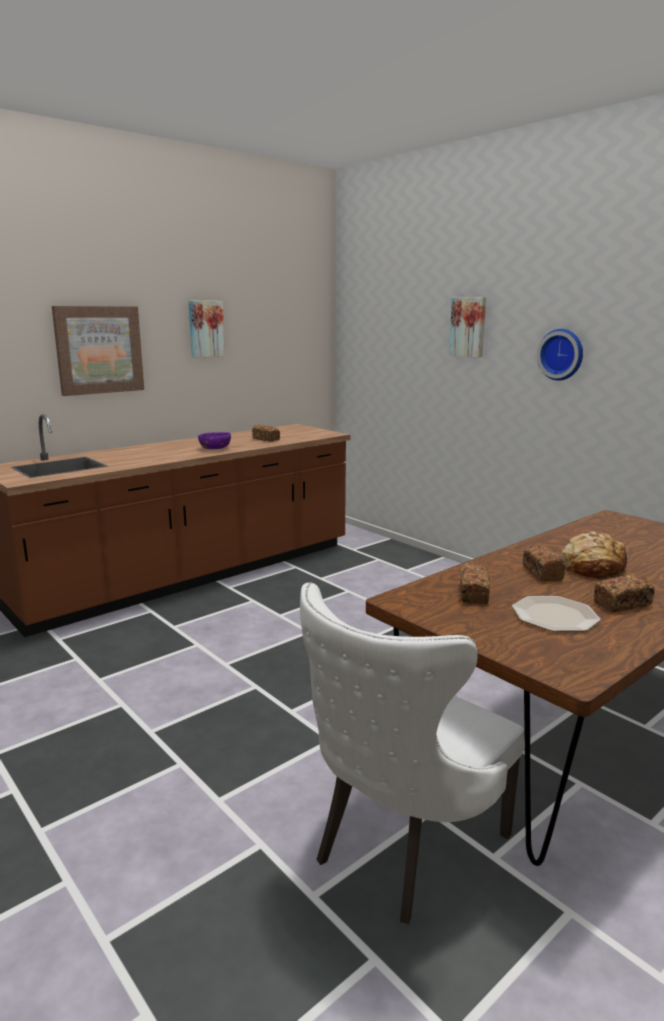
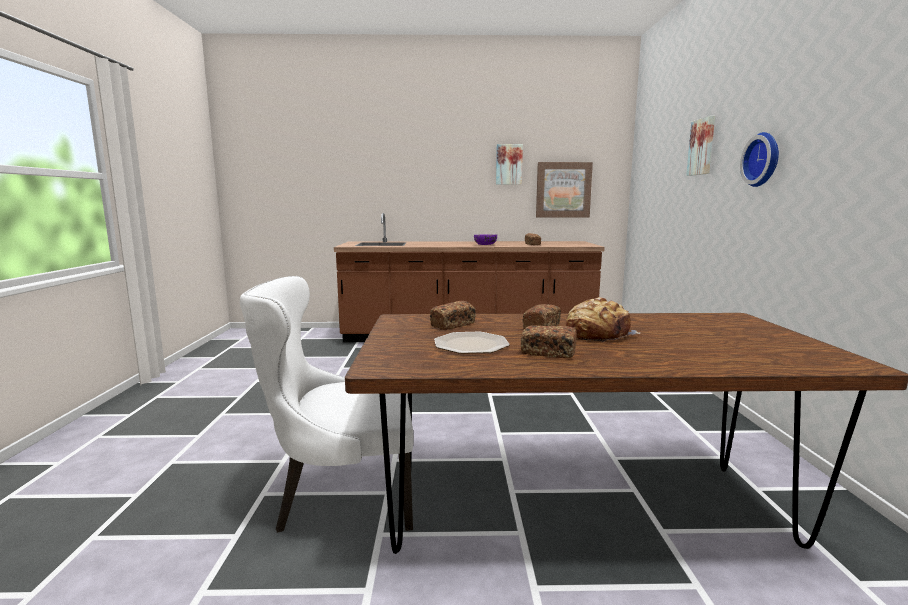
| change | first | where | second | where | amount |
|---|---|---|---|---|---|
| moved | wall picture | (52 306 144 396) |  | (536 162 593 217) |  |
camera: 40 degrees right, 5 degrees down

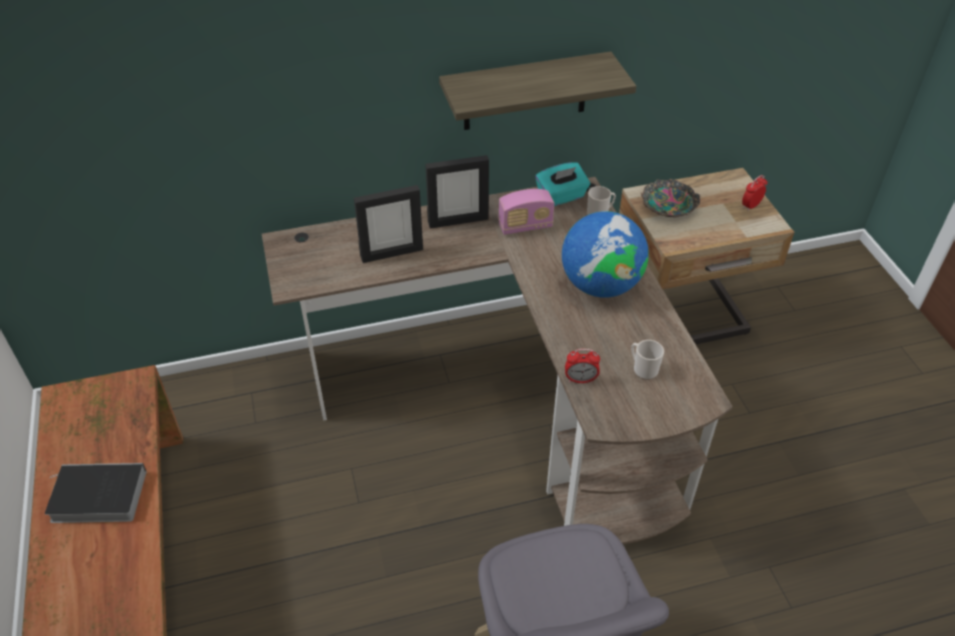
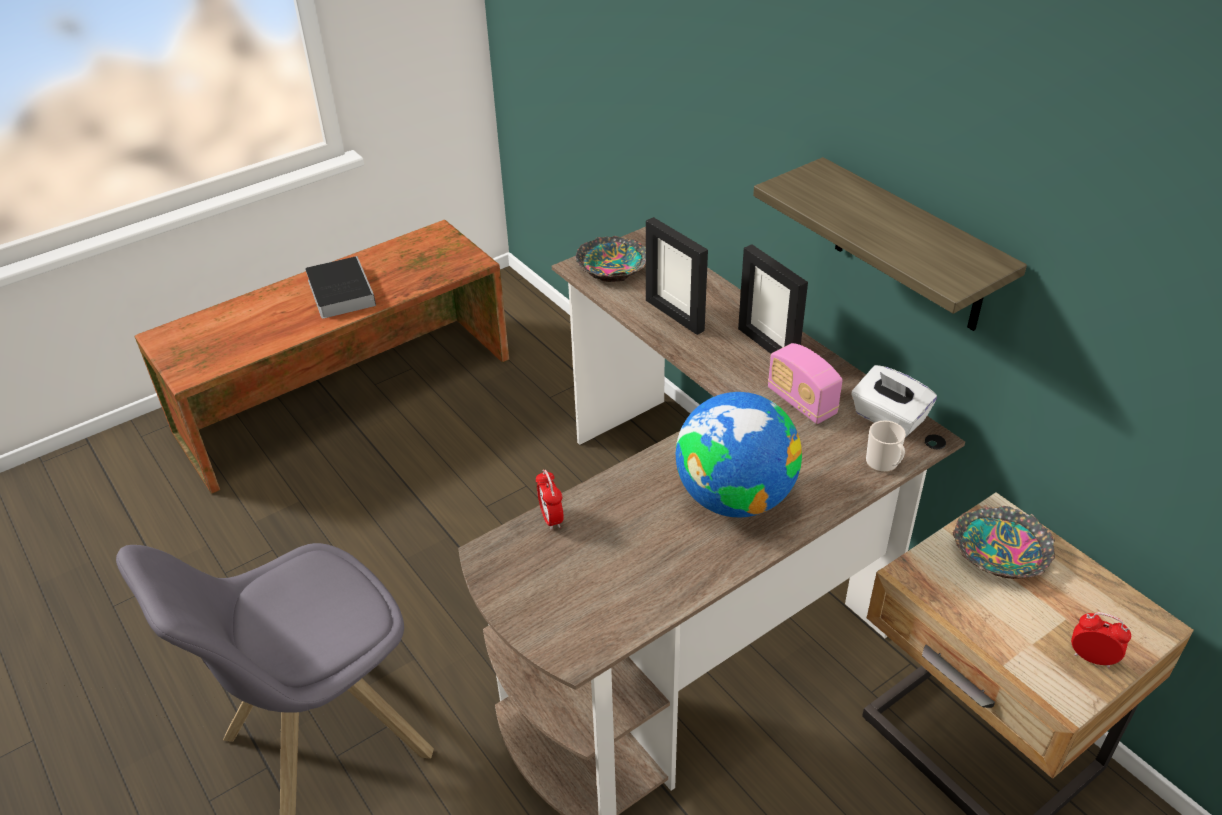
| change | first | where | second | where | amount |
|---|---|---|---|---|---|
| recoloured | tissue holder (turquoise) | (535 162 590 206) | tissue holder (white-coloured) | (851 365 937 437) |  |
| removed | coffee mug | (631 340 664 380) |  |  |  |
| added |  |  | bowl | (574 236 646 282) |  |
camera: 70 degrees right, 5 degrees down

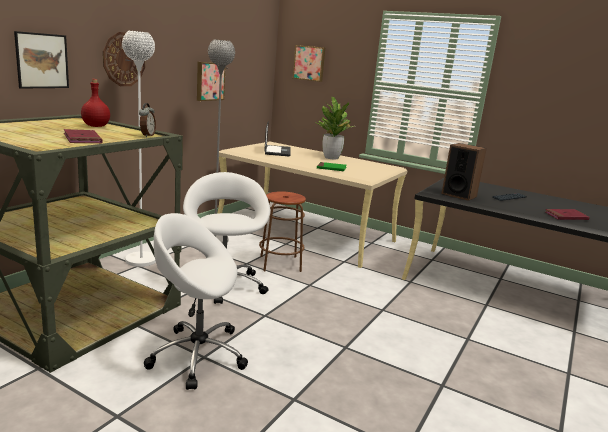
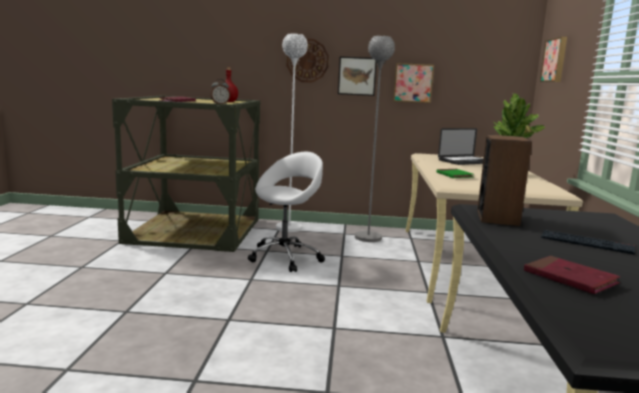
| change | first | where | second | where | amount |
|---|---|---|---|---|---|
| moved | wall picture | (14 31 69 89) |  | (338 56 377 96) |  |
| removed | sitting stool (brown) | (259 191 306 272) |  |  |  |
| removed | office chair (white-coloured) | (144 213 248 390) |  |  |  |
camera: 65 degrees right, 5 degrees down

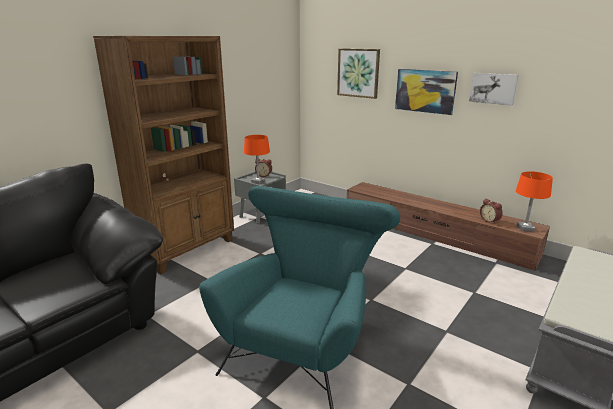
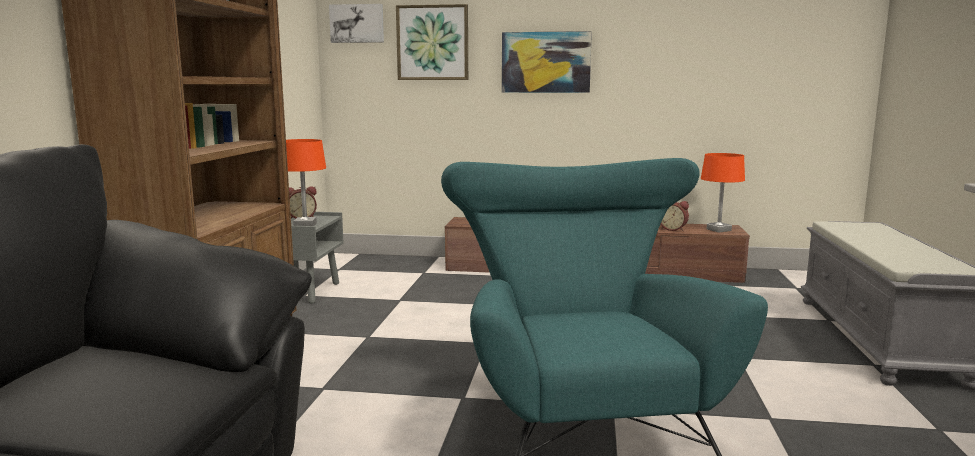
| change | first | where | second | where | amount |
|---|---|---|---|---|---|
| moved | wall picture | (469 73 519 105) |  | (329 4 384 43) |  |
camera: 30 degrees left, 10 degrees down

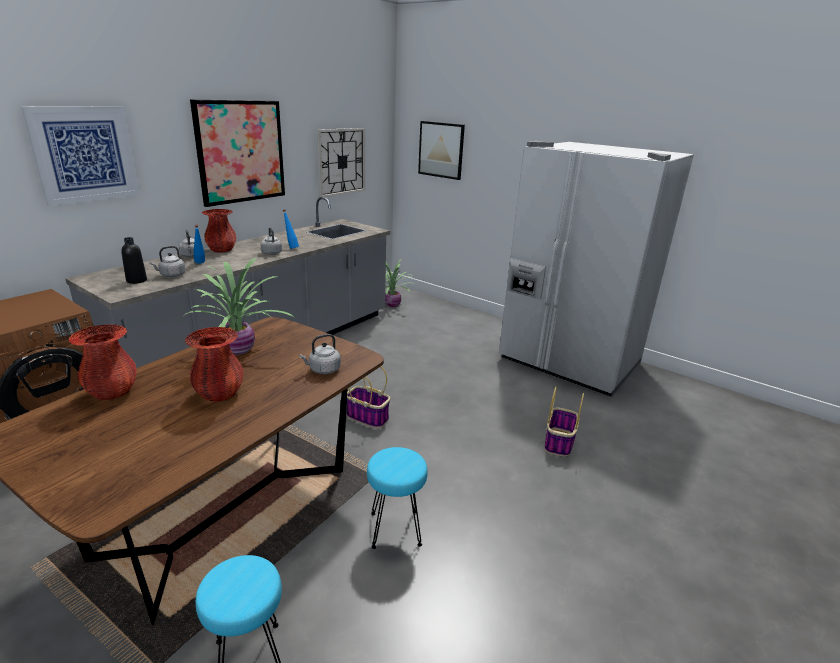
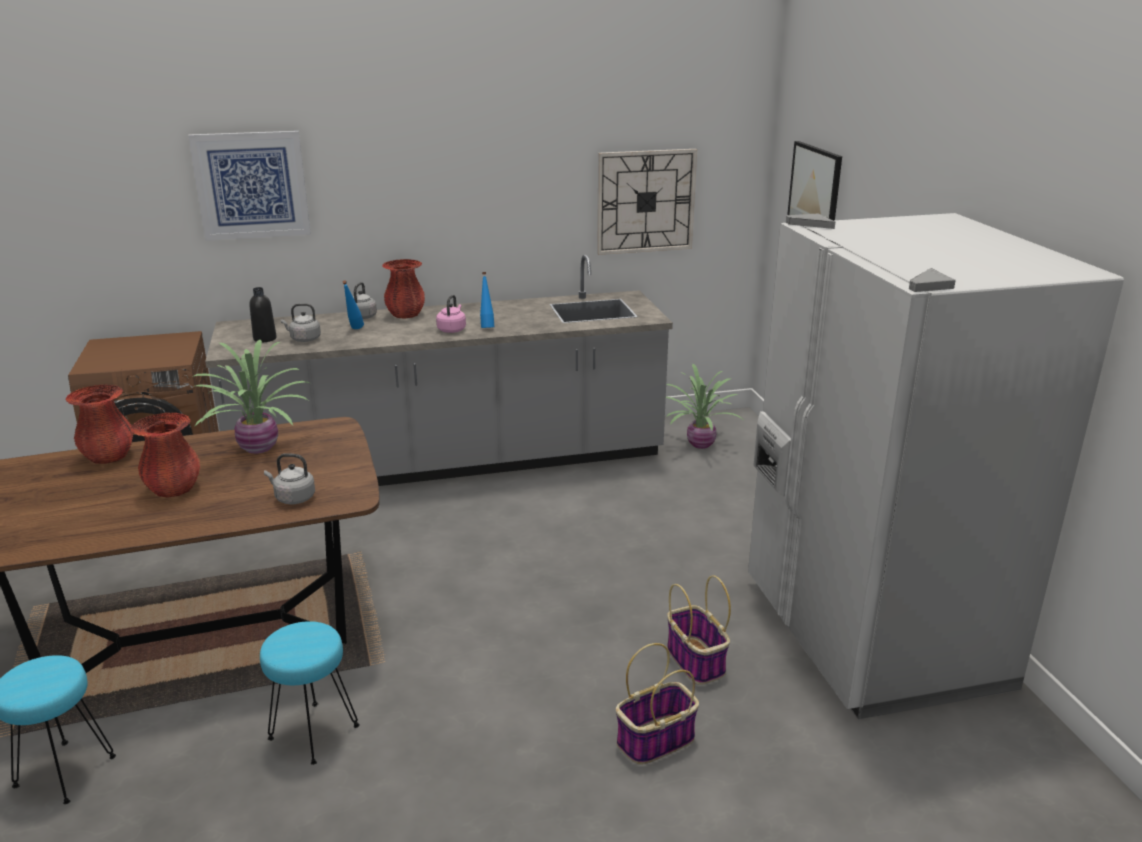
| change | first | where | second | where | amount |
|---|---|---|---|---|---|
| removed | wall picture | (190 100 285 207) |  |  |  |
| recoloured | kettle (greyish) | (260 227 282 255) | kettle (pink) | (436 295 466 333) |  |
| moved | storage basket | (347 366 390 428) |  | (667 575 731 685) |  |
camera: 40 degrees right, 0 degrees up

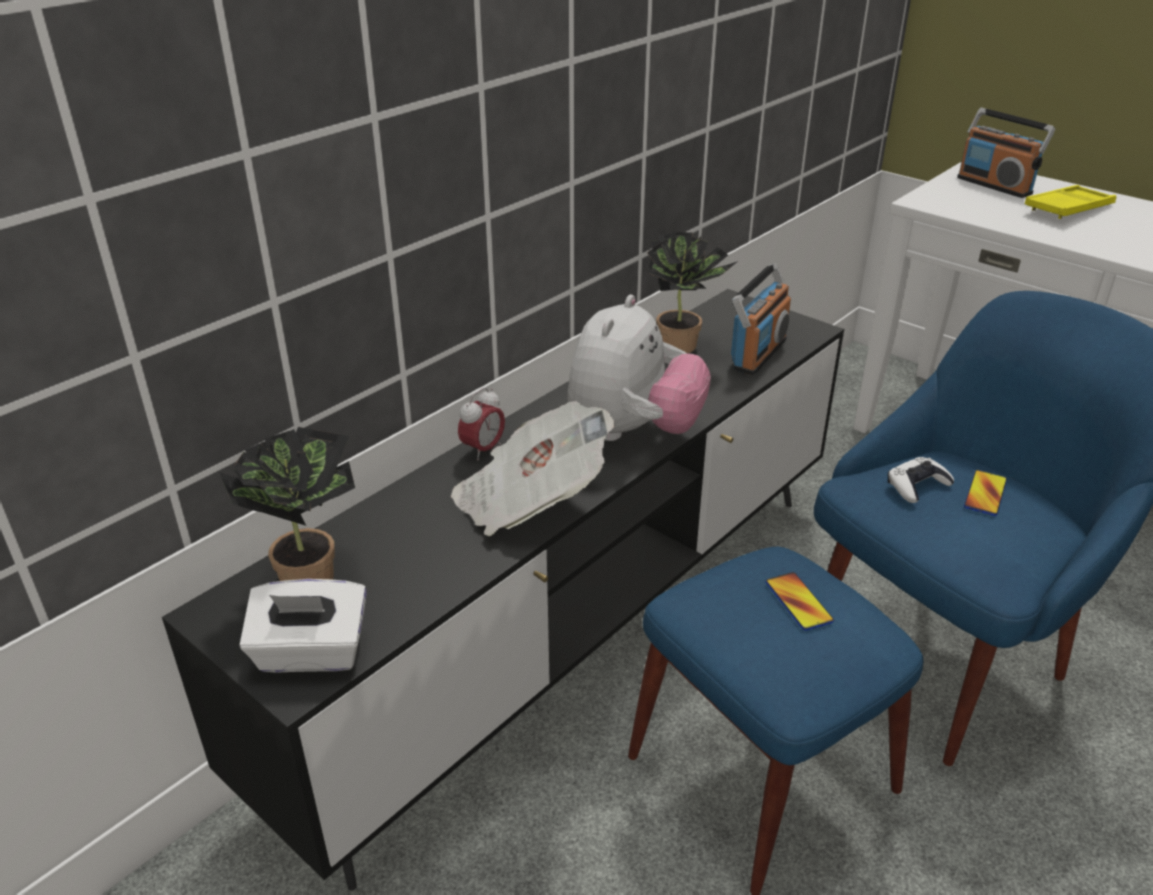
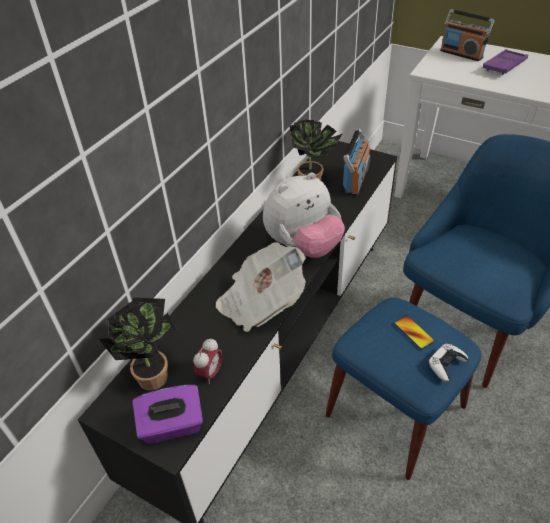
| change | first | where | second | where | amount |
|---|---|---|---|---|---|
| recoloured | tray (yellow-coloured) | (1025 185 1116 219) | tray (purplish) | (483 49 528 75) |  |
| turned | cuddly toy | (568 295 711 441) |  | (263 173 345 258) | 45 degrees clockwise |
| moved | bedside clock | (458 387 505 460) |  | (193 338 222 384) |  |
| moved | game controller (white-coloured) | (888 457 954 503) |  | (428 344 468 382) |  |
| removed | phone | (964 470 1007 516) |  |  |  |
| recoloured | tissue holder (white-coloured) | (240 579 367 673) | tissue holder (purplish) | (132 385 203 444) |  |
camera: 10 degrees left, 10 degrees up

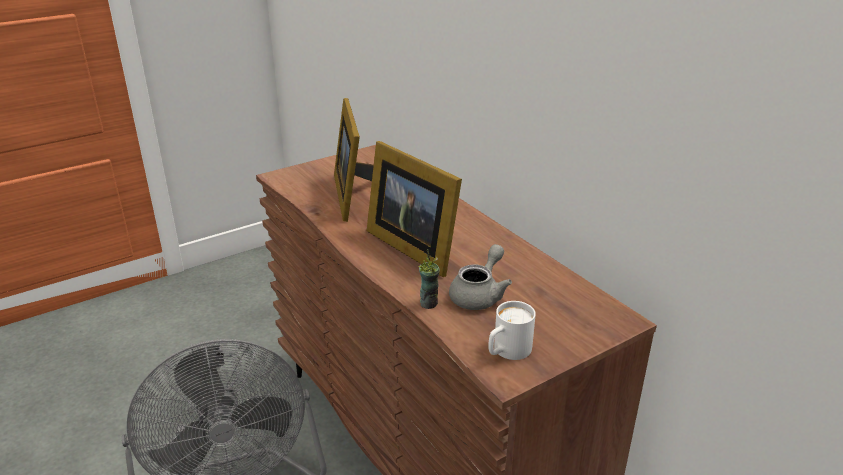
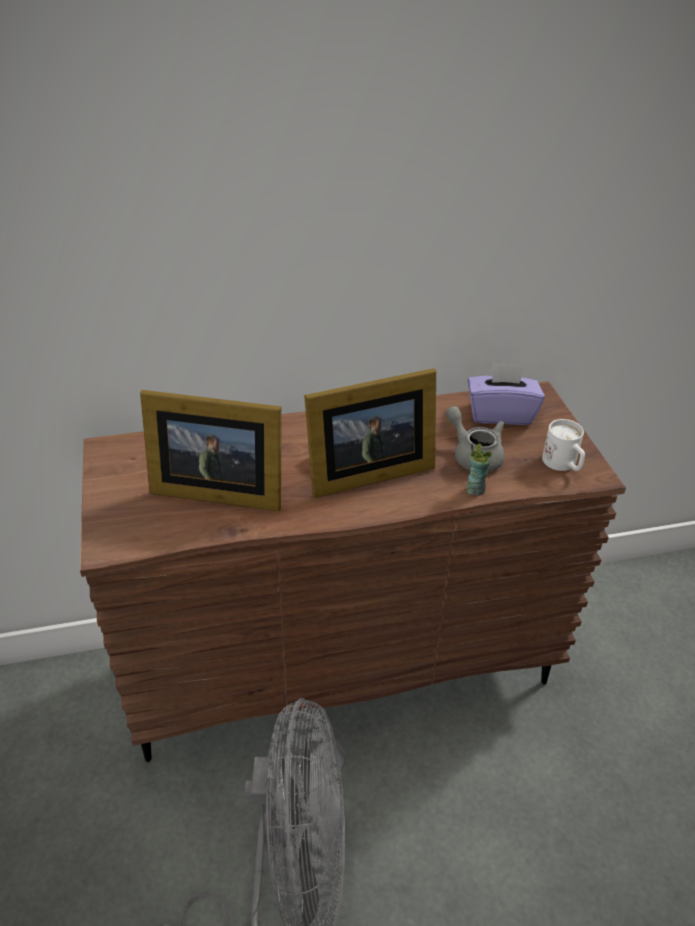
| change | first | where | second | where | amount |
|---|---|---|---|---|---|
| added |  |  | tissue holder (purplish) | (468 362 545 425) |  |
camera: 70 degrees left, 10 degrees up

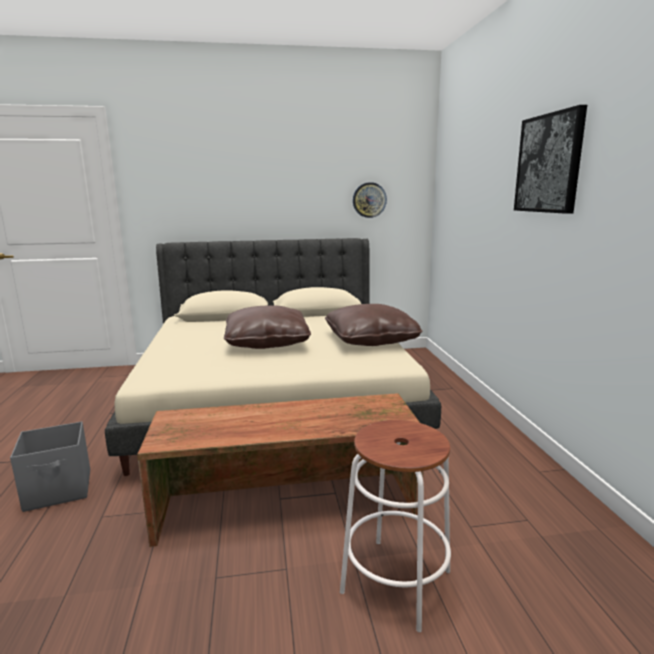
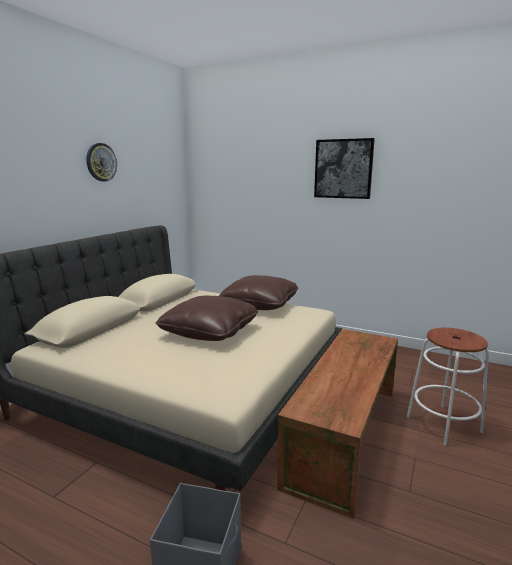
| change | first | where | second | where | amount |
|---|---|---|---|---|---|
| moved | wall clock | (353 182 387 218) |  | (86 143 117 181) |  |
camera: 55 degrees left, 0 degrees up

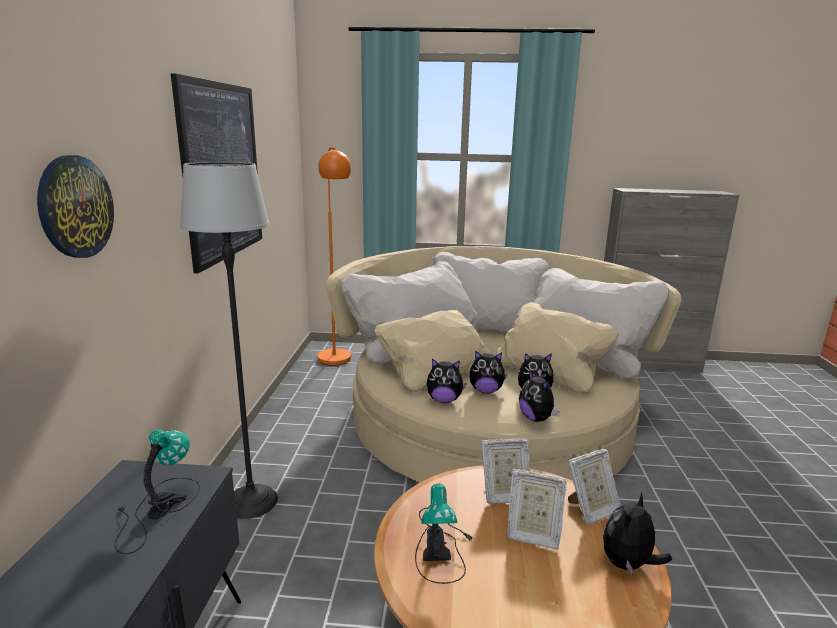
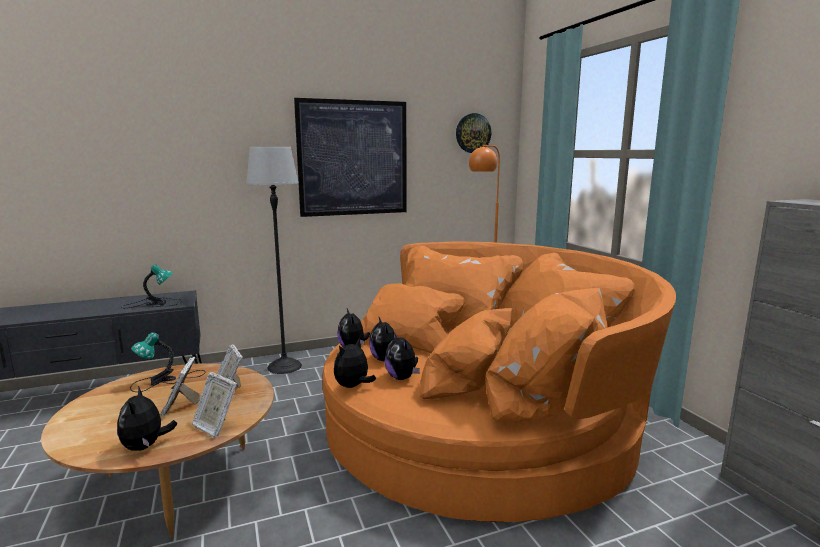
| change | first | where | second | where | amount |
|---|---|---|---|---|---|
| moved | wall clock | (37 155 114 258) |  | (456 113 491 153) |  |
| recoloured | couch (beige) | (326 246 681 483) | couch (orange) | (323 241 676 522) |  |
| turned | cuddly toy | (603 492 672 575) |  | (117 386 177 451) | 120 degrees counterclockwise |
camera: 65 degrees right, 5 degrees down

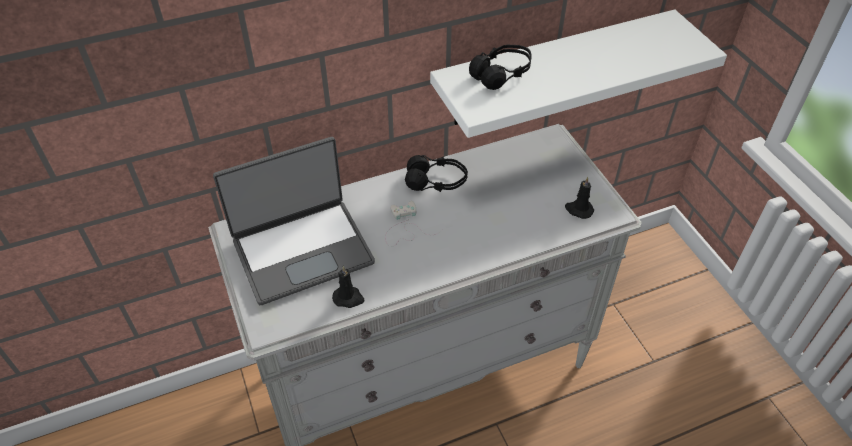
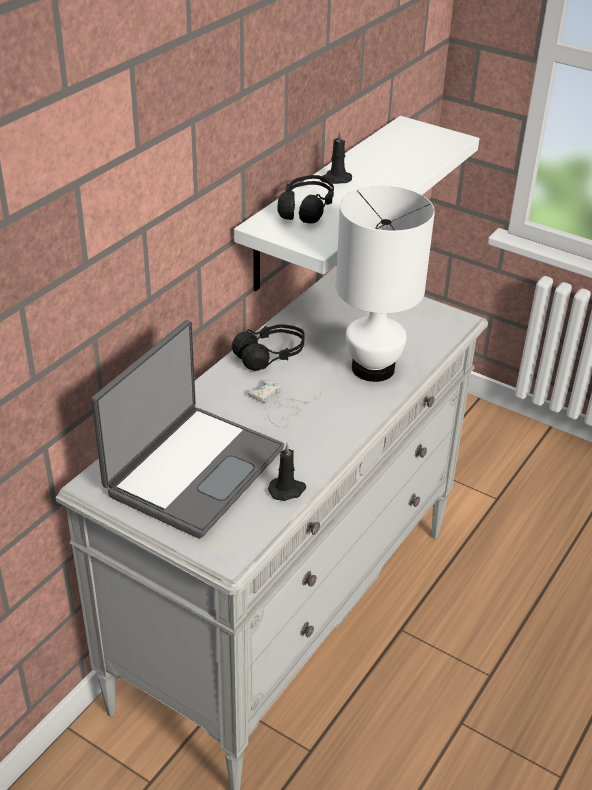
| change | first | where | second | where | amount |
|---|---|---|---|---|---|
| moved | candle (black-coloured) | (565 177 594 219) |  | (320 130 352 184) |  |
| added |  |  | tabletop lamp (white-coloured) | (336 186 435 382) |  |
camera: 35 degrees left, 10 degrees down

